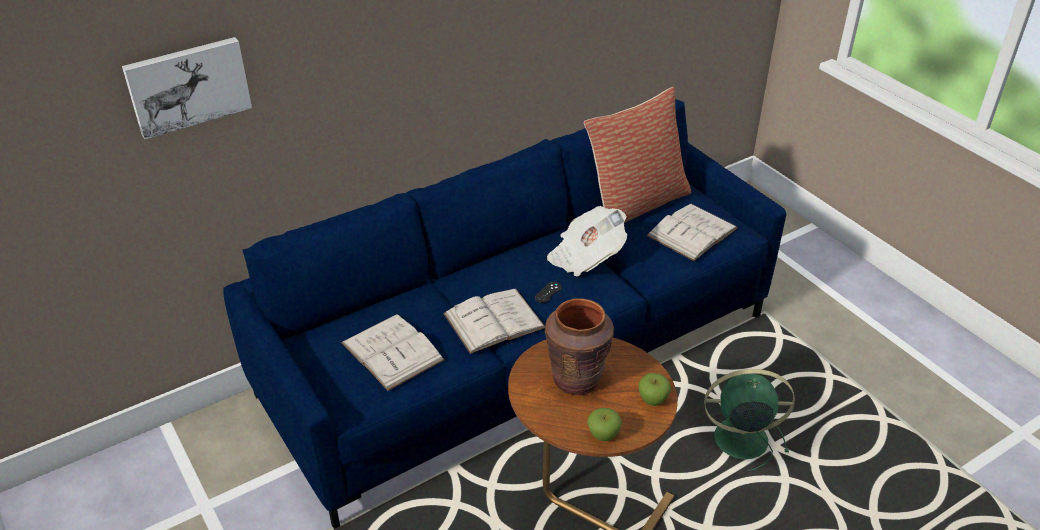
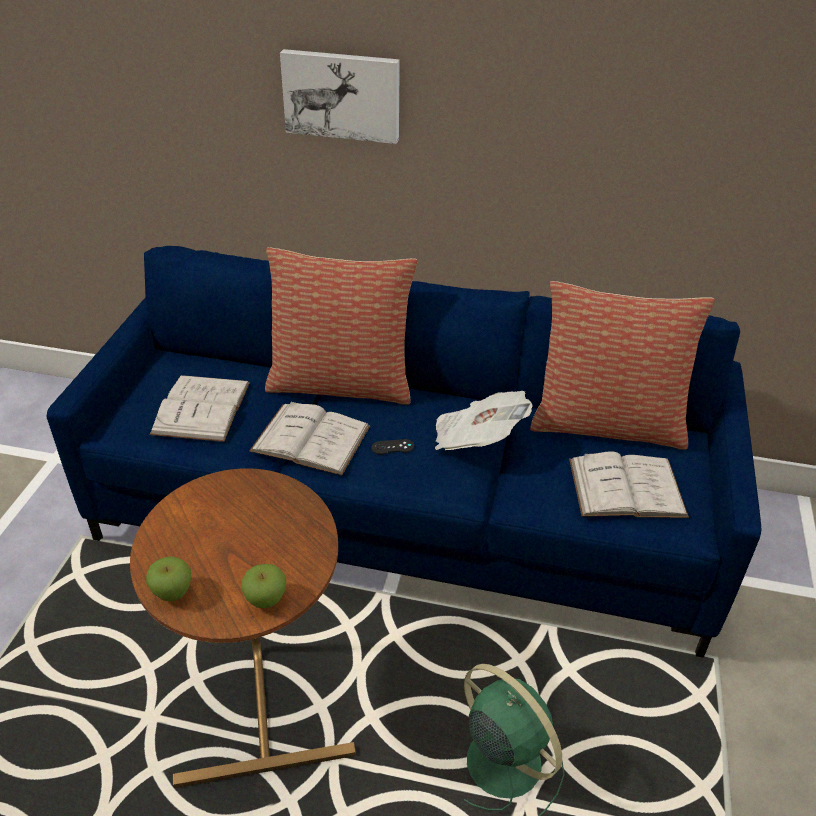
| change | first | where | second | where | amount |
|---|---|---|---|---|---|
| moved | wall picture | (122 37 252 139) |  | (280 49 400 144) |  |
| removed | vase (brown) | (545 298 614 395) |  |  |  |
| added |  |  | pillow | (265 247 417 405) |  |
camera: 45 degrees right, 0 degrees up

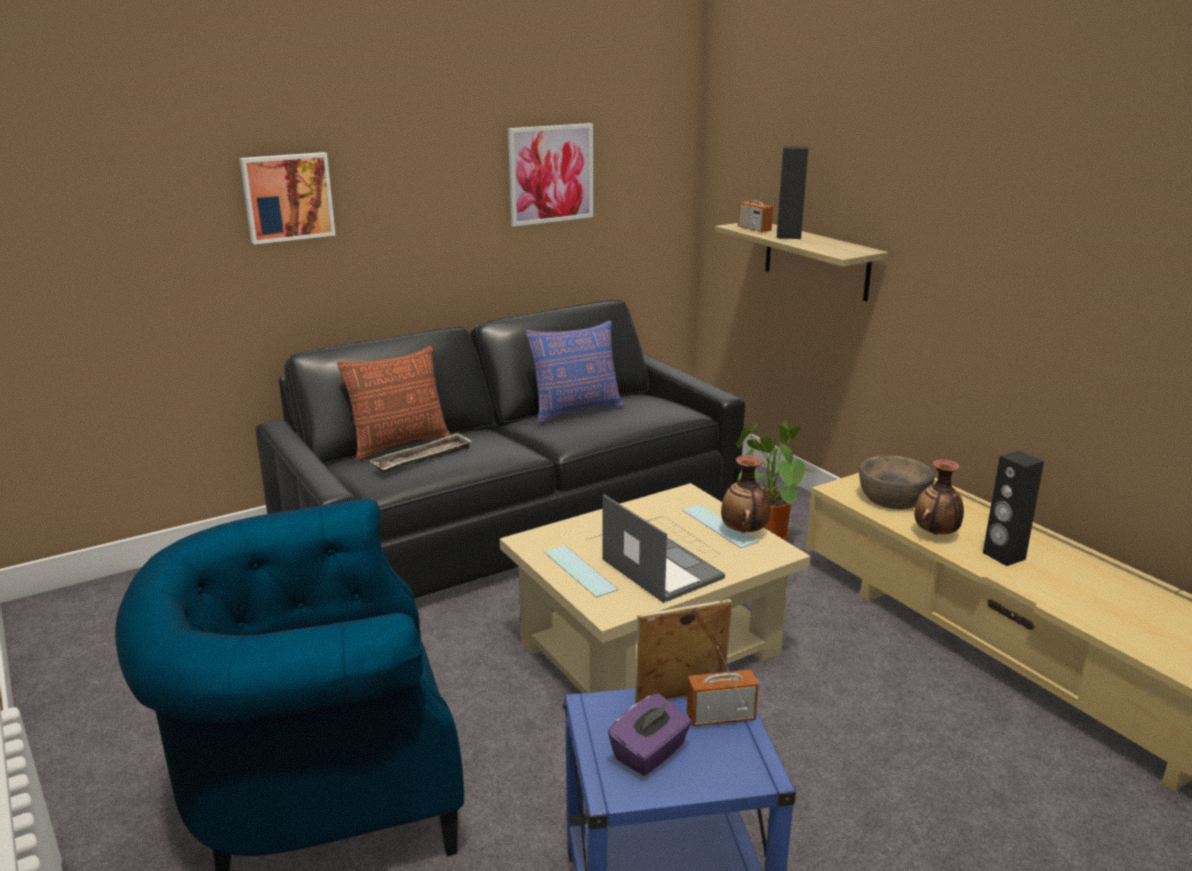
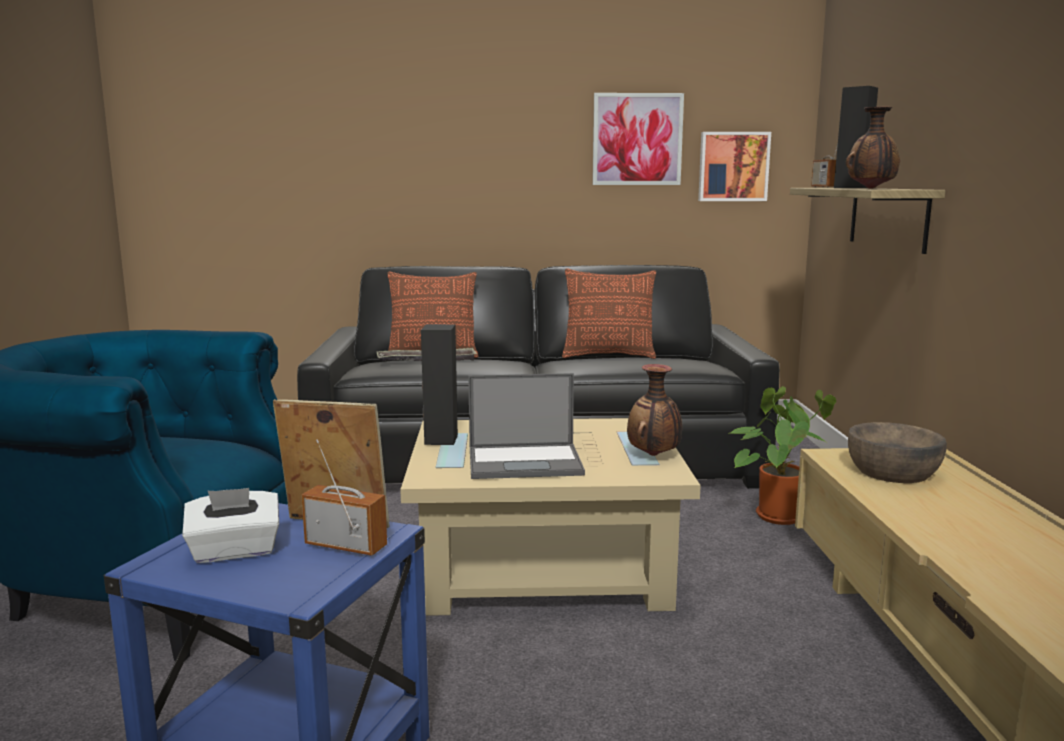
| change | first | where | second | where | amount |
|---|---|---|---|---|---|
| moved | wall picture | (240 152 336 245) |  | (698 132 771 201) |  |
| recoloured | pillow (bluish) | (526 321 624 423) | pillow (brown) | (562 268 656 359) |  |
| moved | loudspeaker (black-coloured) | (983 450 1044 566) |  | (421 324 458 445) |  |
| moved | vase | (914 459 964 535) |  | (846 107 900 189) |  |
| turned | notebook computer | (602 494 725 603) |  | (468 373 585 479) | 90 degrees clockwise |
| recoloured | tissue holder (purplish) | (608 693 692 776) | tissue holder (white-coloured) | (182 488 279 563) |  |
camera: 30 degrees right, 10 degrees down

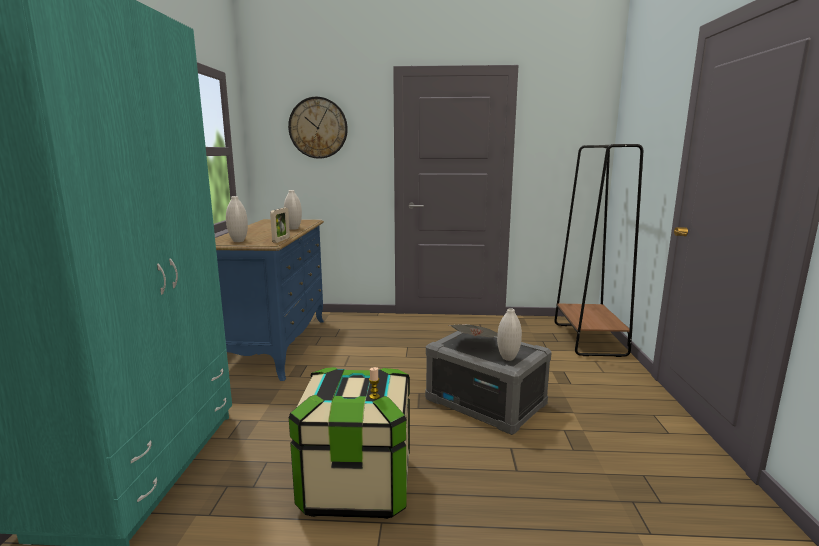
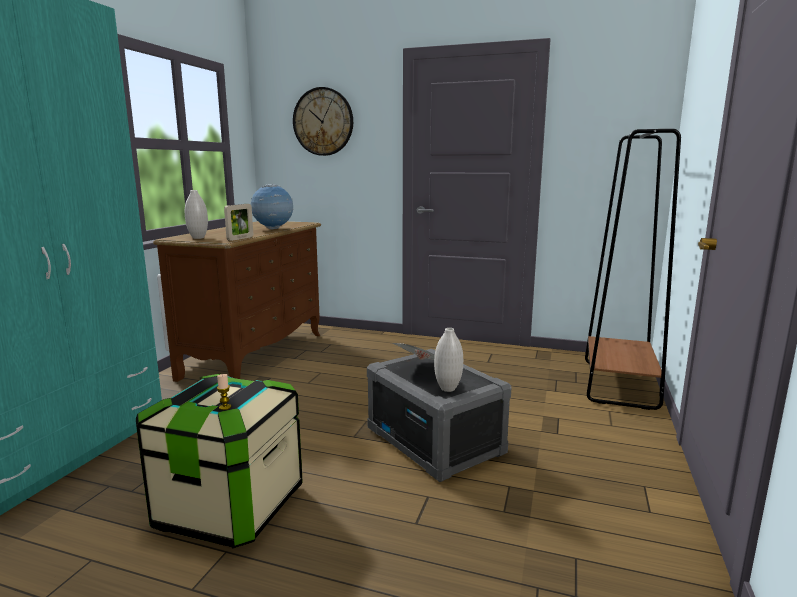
| change | first | where | second | where | amount |
|---|---|---|---|---|---|
| replaced | vase (white-coloured) | (284 190 302 230) | desk globe | (251 184 294 230) |  |
| recoloured | dresser (bluish) | (215 219 324 381) | dresser (brown) | (153 221 321 382) |  |
camera: 15 degrees right, 0 degrees up

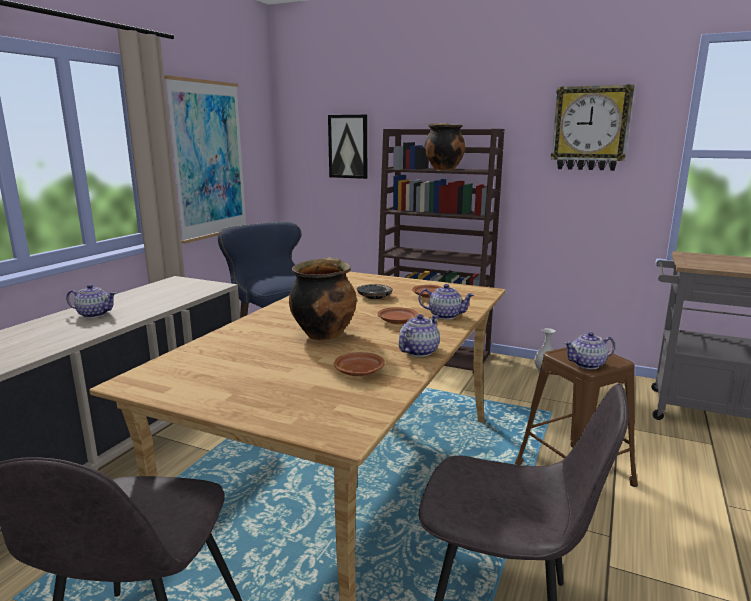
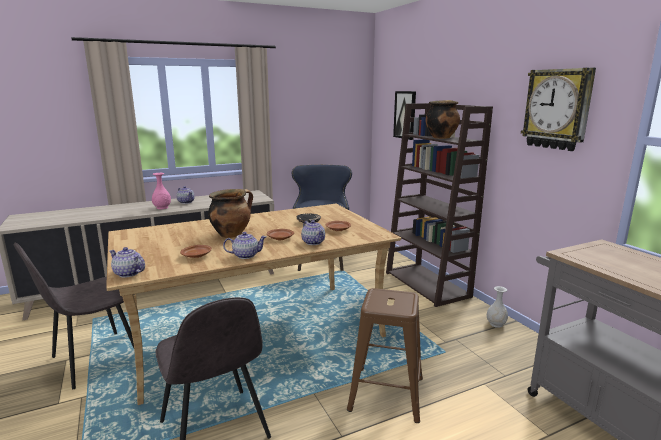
| change | first | where | second | where | amount |
|---|---|---|---|---|---|
| removed | wall picture | (164 75 246 244) |  |  |  |
| moved | tea pot | (564 332 615 369) |  | (109 247 145 278) |  |
| added |  |  | vase (pink) | (152 173 171 209) |  |
camera: 40 degrees right, 0 degrees up

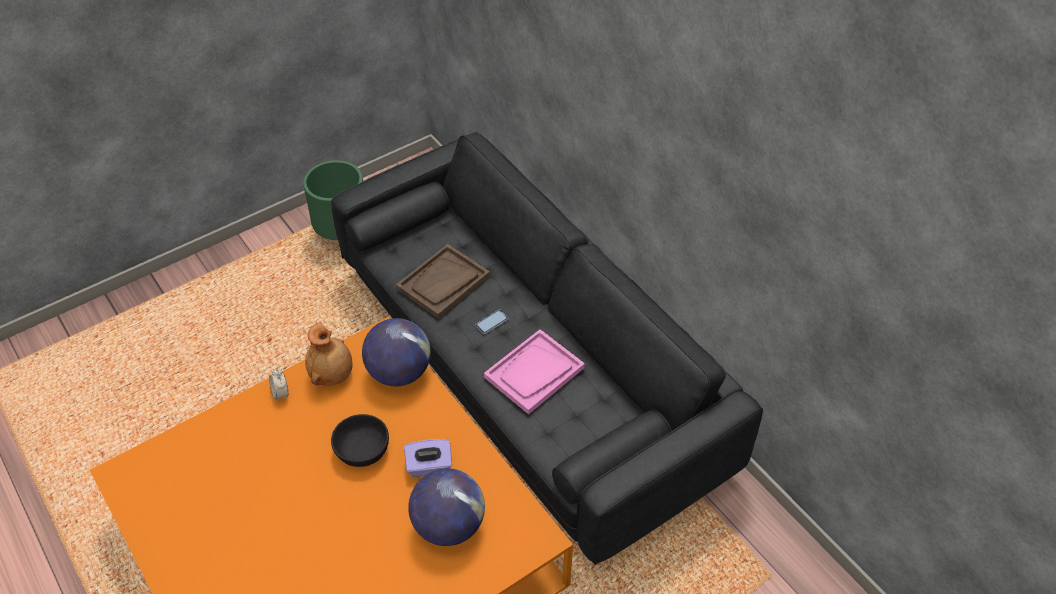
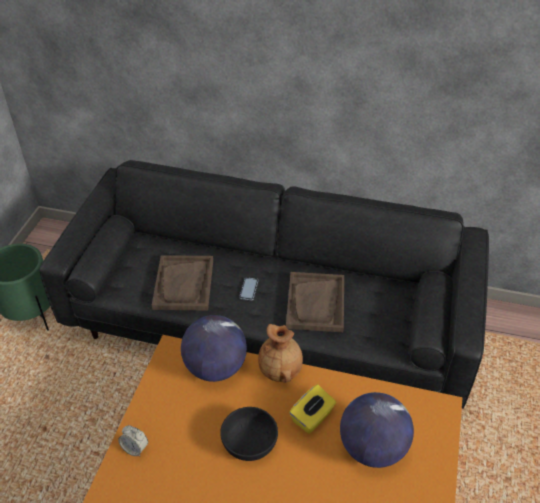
| change | first | where | second | where | amount |
|---|---|---|---|---|---|
| moved | vase (brown) | (305 322 353 386) |  | (258 324 303 383) |  |
| recoloured | tray (pink) | (484 329 585 415) | tray (brown) | (286 272 344 332) |  |
| recoloured | tissue holder (purplish) | (404 439 452 477) | tissue holder (yellow-coloured) | (289 384 336 434) |  |
camera: 40 degrees left, 5 degrees down

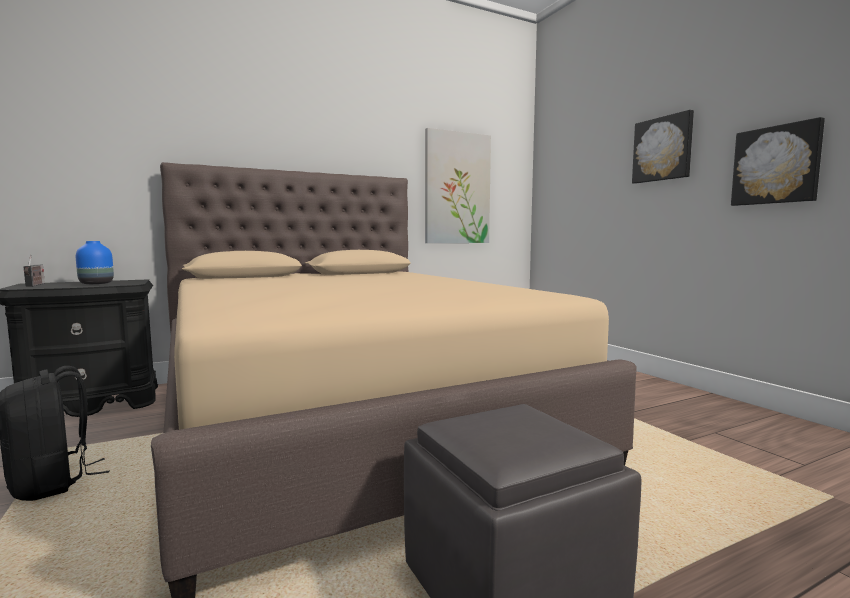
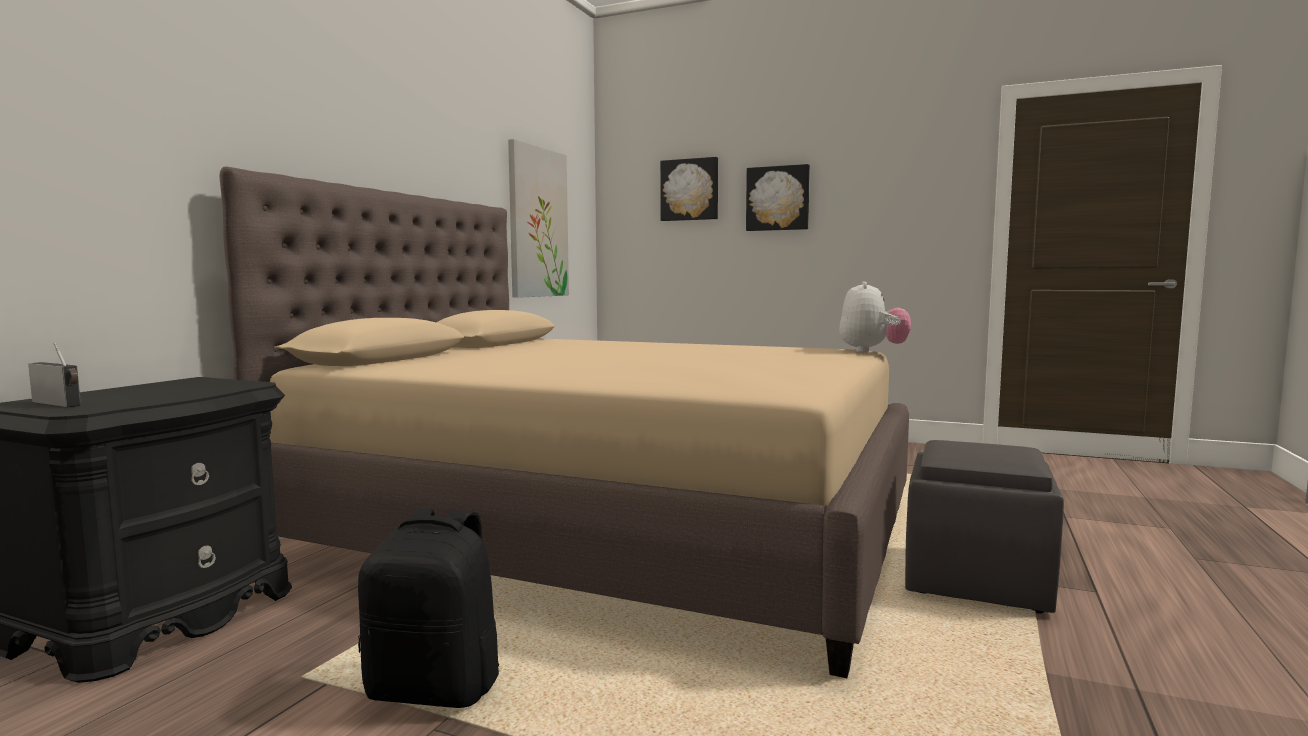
| change | first | where | second | where | amount |
|---|---|---|---|---|---|
| moved | wall picture | (731 117 825 206) |  | (660 157 718 221) |  |
| removed | vase (bluish) | (76 241 114 284) |  |  |  |
| added |  |  | cuddly toy | (839 282 911 353) |  |
camera: 40 degrees left, 0 degrees up

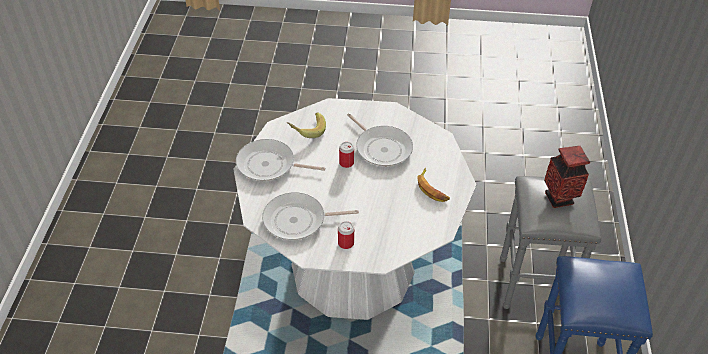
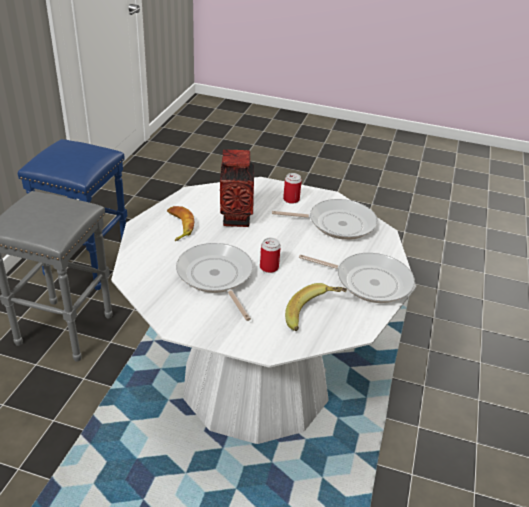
| change | first | where | second | where | amount |
|---|---|---|---|---|---|
| moved | vase | (544 146 590 208) |  | (220 149 254 227) |  |
camera: 170 degrees left, 10 degrees down

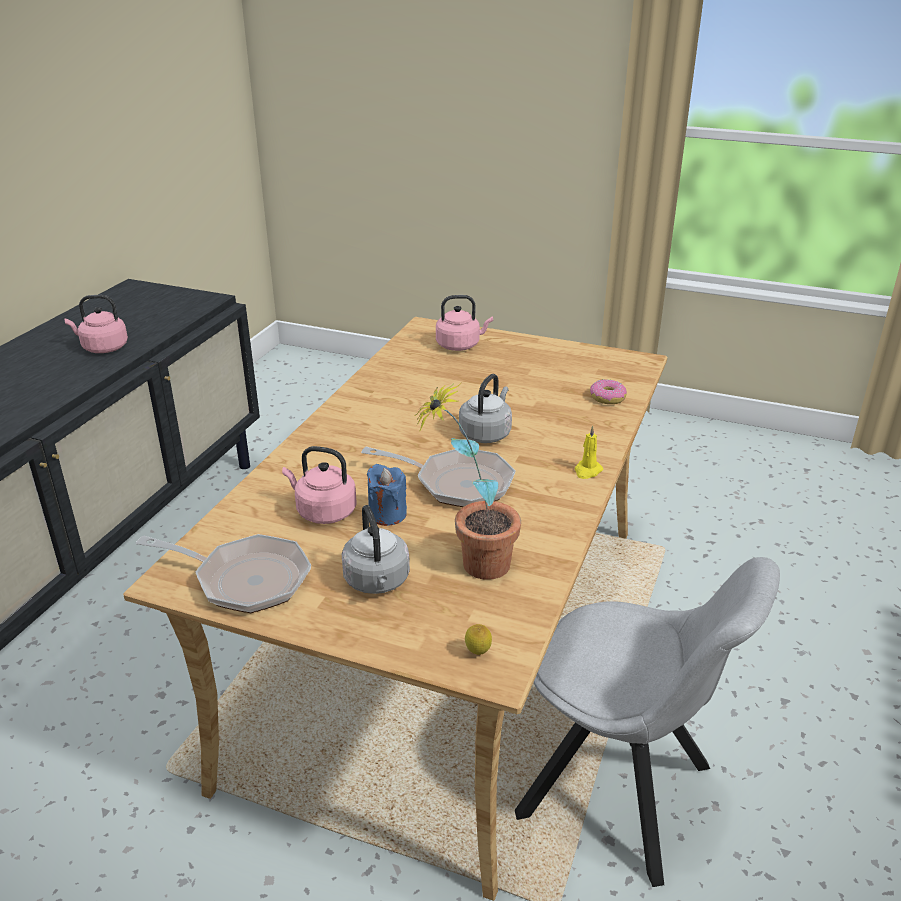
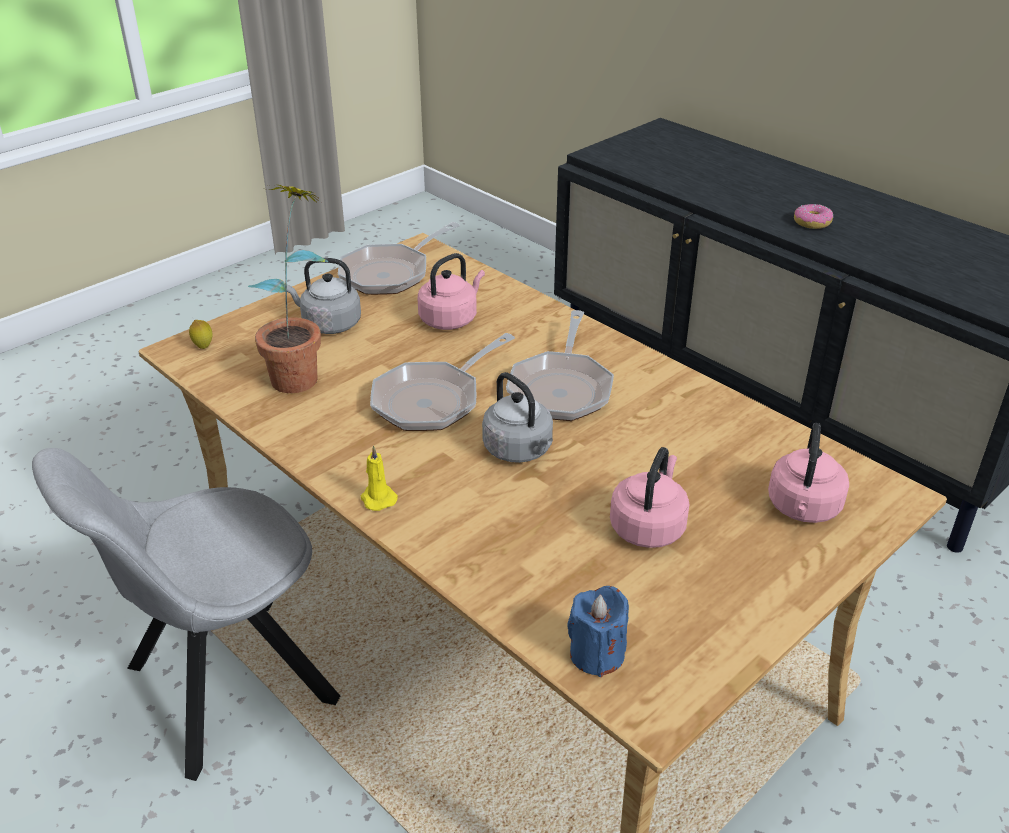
| change | first | where | second | where | amount |
|---|---|---|---|---|---|
| moved | kettle (pink) | (65 295 128 353) |  | (610 447 690 548) |  |
| moved | donut | (590 379 627 404) |  | (794 204 833 229) |  |
| moved | candle (bluish) | (367 464 407 526) |  | (567 586 629 677) |  |
| added |  |  | frying pan | (506 310 614 421) |  |
camera: 115 degrees right, 5 degrees up

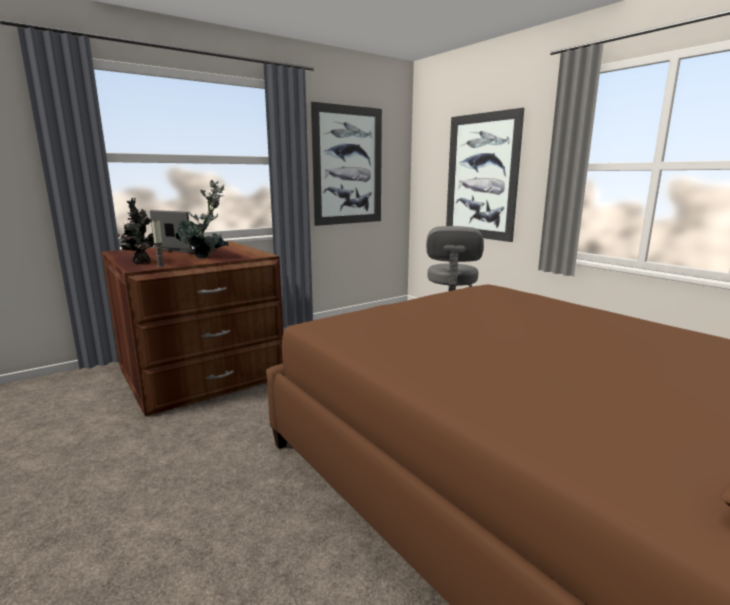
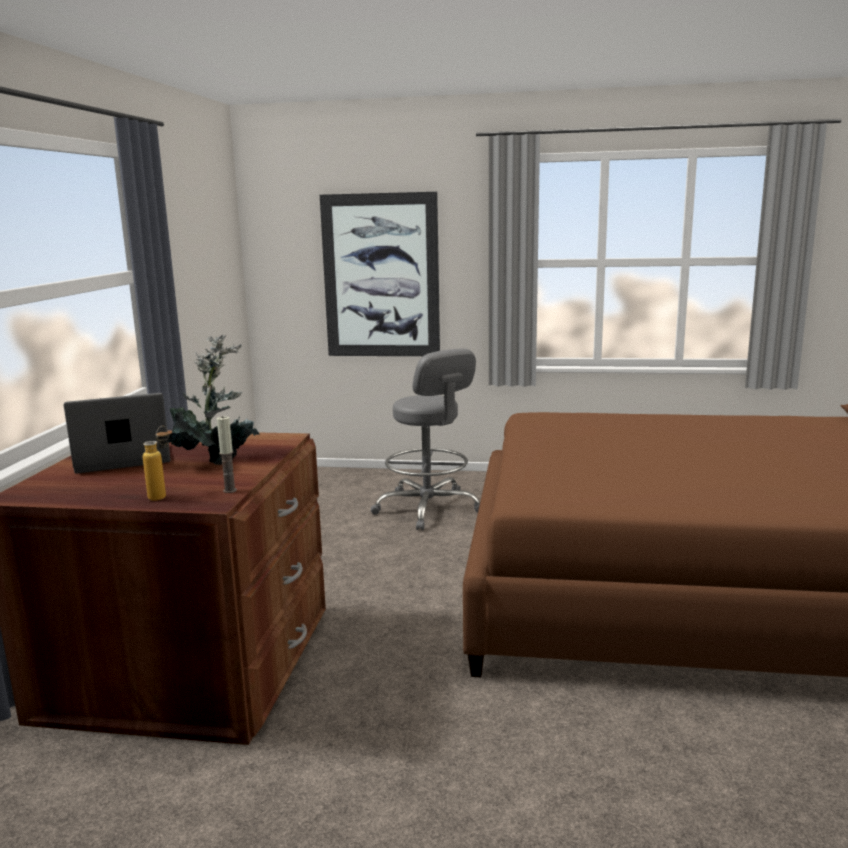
| change | first | where | second | where | amount |
|---|---|---|---|---|---|
| removed | wall picture | (311 102 382 226) |  |  |  |
| replaced | plant in a pot | (118 198 154 263) | beverage bottle | (143 426 169 501) |  |
camera: 45 degrees left, 0 degrees up

